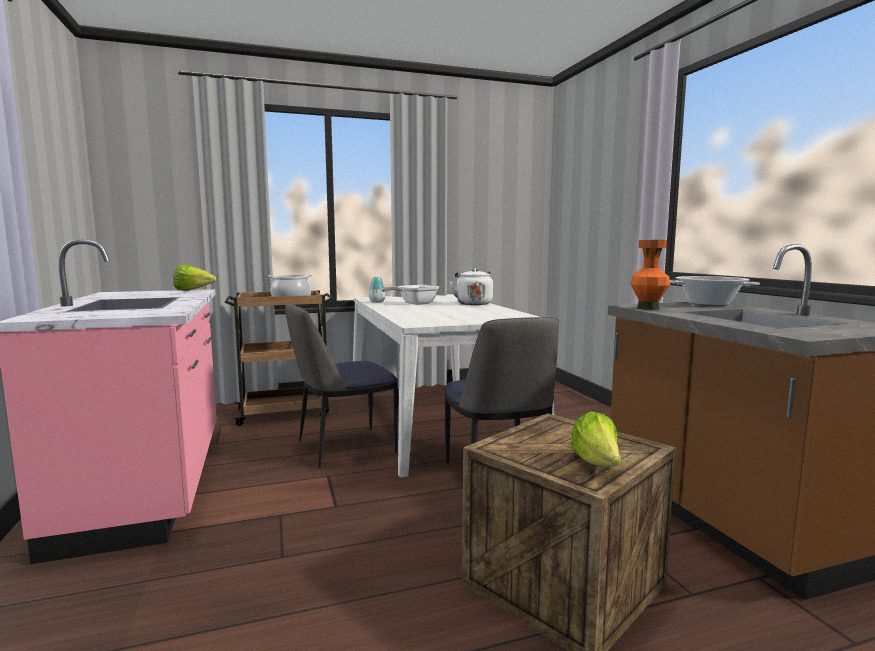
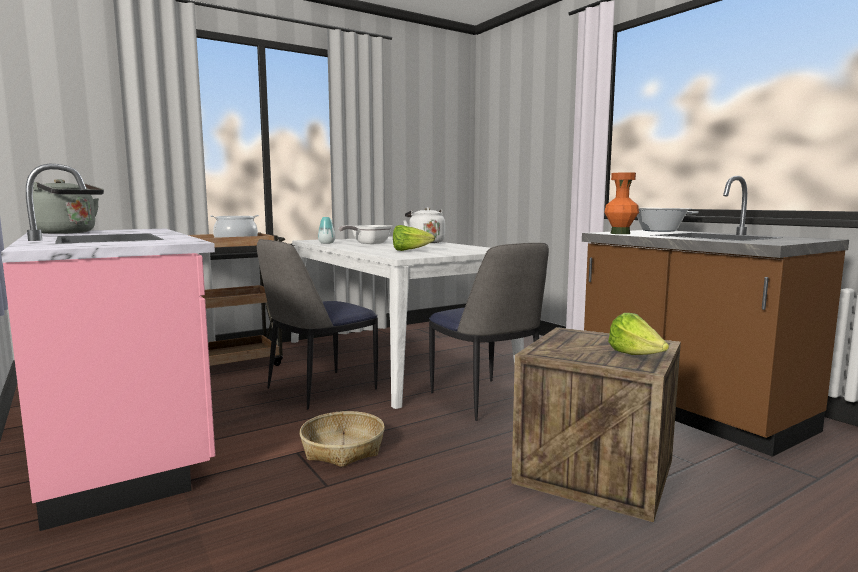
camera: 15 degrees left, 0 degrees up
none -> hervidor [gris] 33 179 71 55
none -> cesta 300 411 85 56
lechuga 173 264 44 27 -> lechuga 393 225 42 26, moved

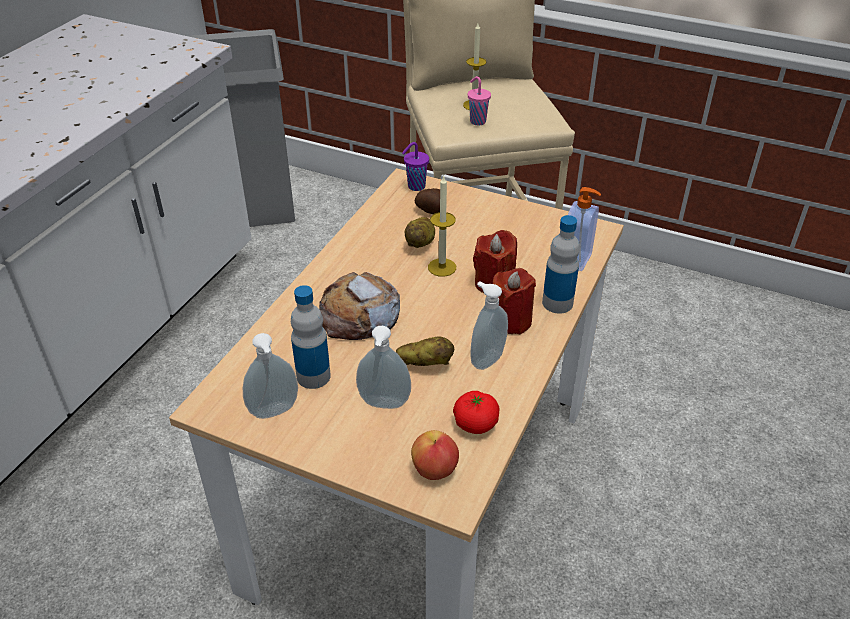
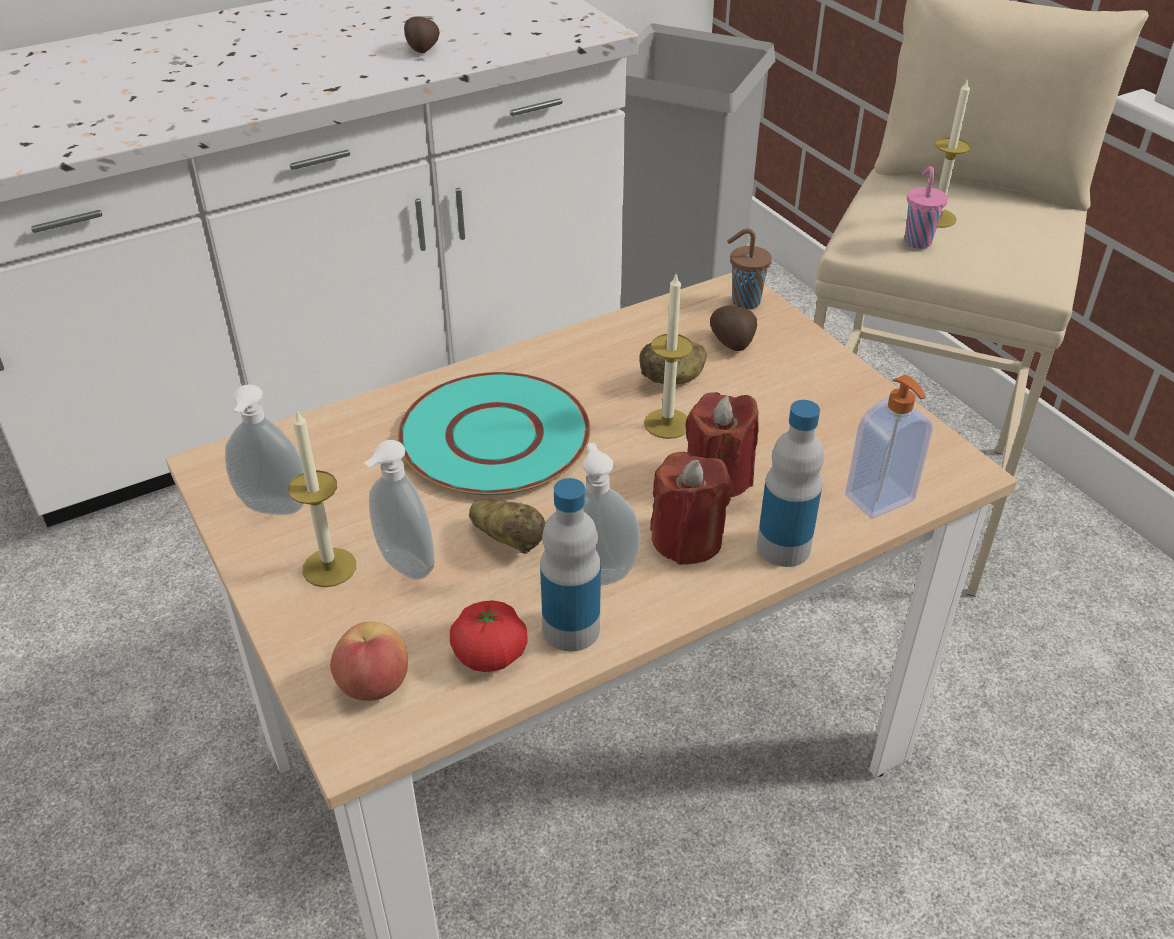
camera: 35 degrees right, 0 degrees up
none -> vela 288 411 68 176
pan 319 272 81 68 -> plato [turquesa] 398 372 192 123
none -> patata 404 16 36 37
botella 291 285 40 104 -> botella 540 478 61 174, moved
taza [morado] 402 142 27 49 -> taza [marrón] 727 229 45 81

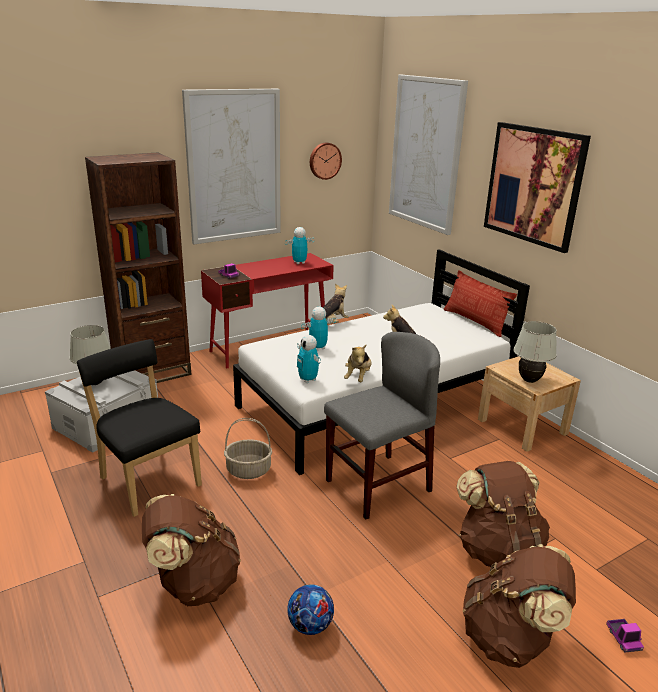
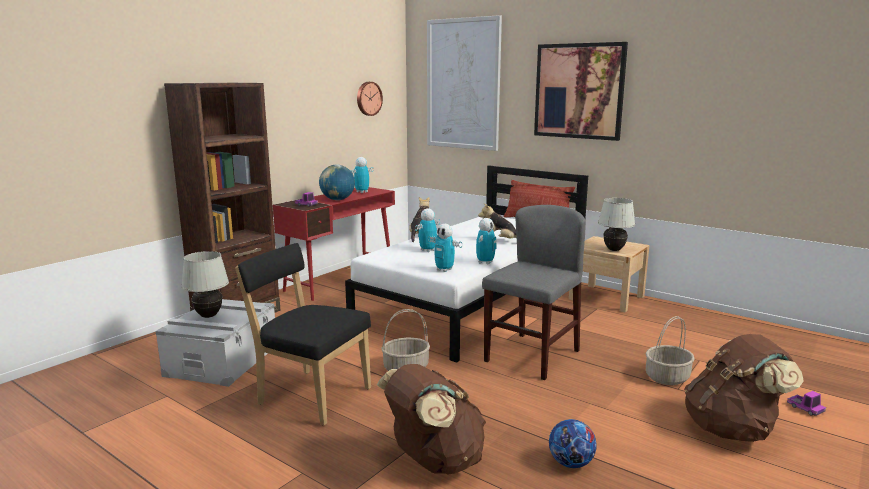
camera: 20 degrees left, 10 degrees down
none -> globo terráqueo 319 165 36 35
peluche 344 344 28 38 -> robot de juguete 476 218 21 47
mochila [marrón] 457 461 93 106 -> cesta 646 316 49 69
cuadro 182 89 99 155 -> none

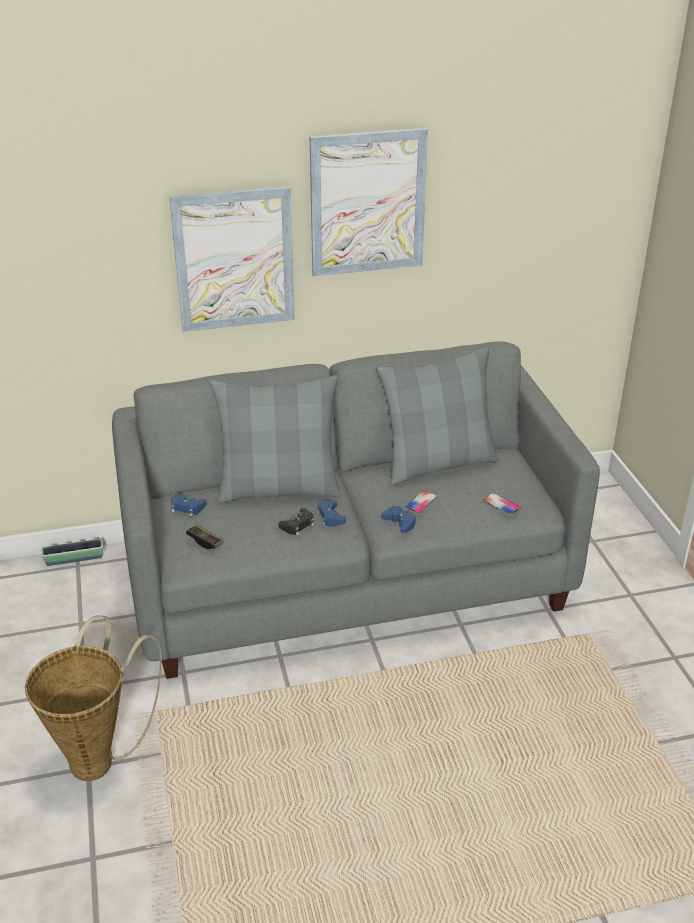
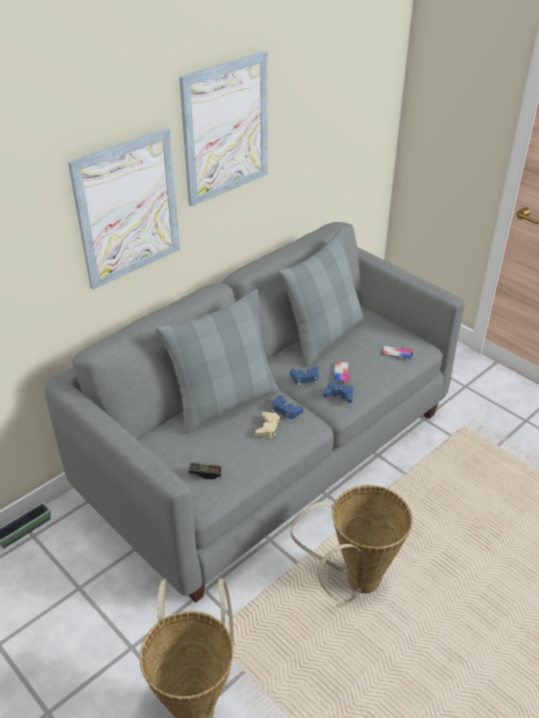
camera: 30 degrees left, 5 degrees up
mando de consola [negro] 279 508 35 28 -> mando de consola [beis] 255 412 25 26
mando de consola [azul] 171 493 35 24 -> mando de consola [azul] 290 367 29 18, moved
none -> cesta 291 485 122 120

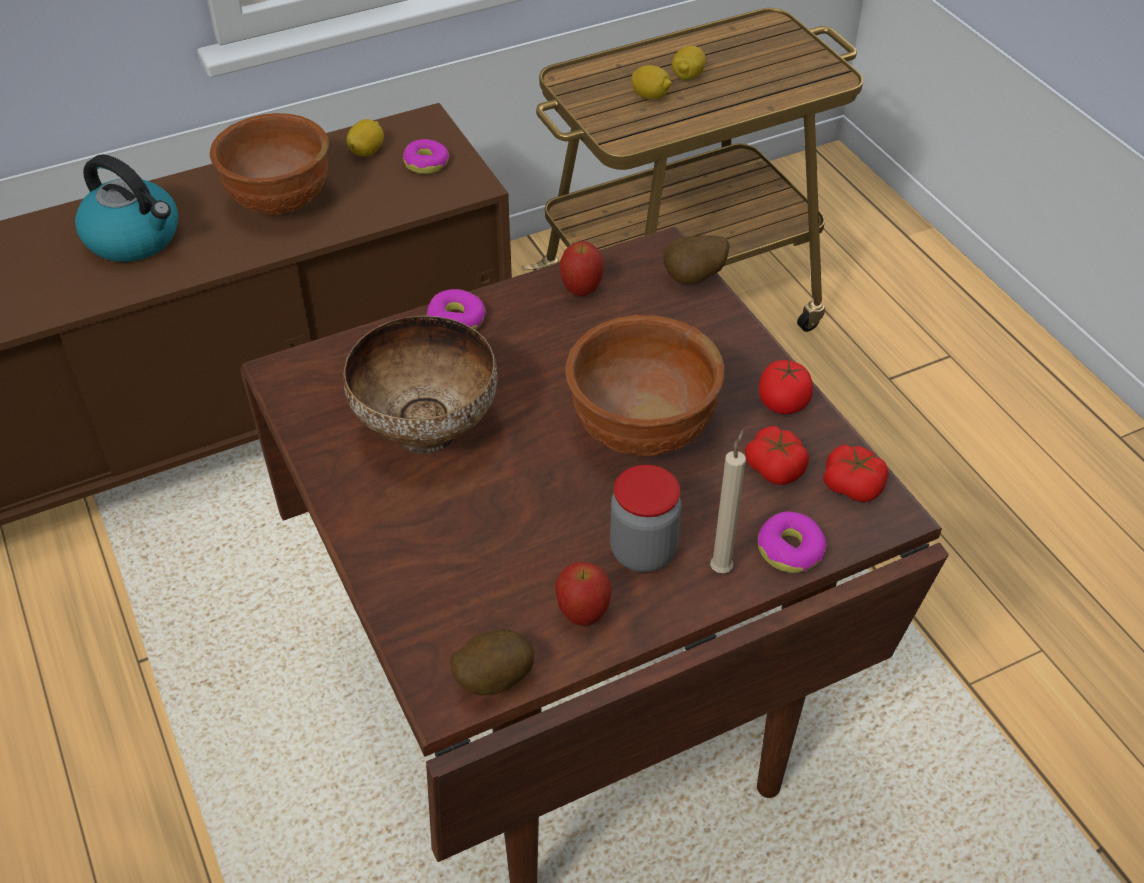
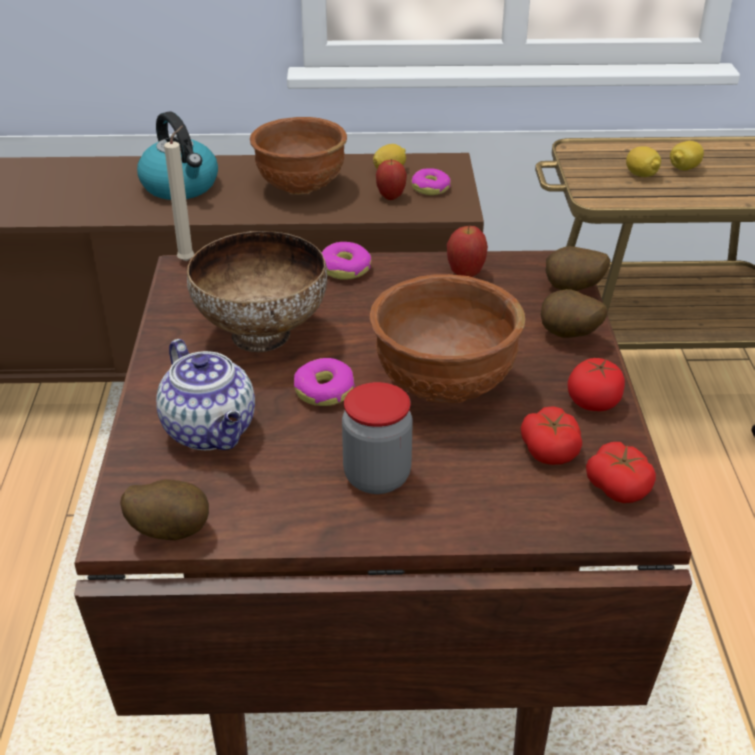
camera: 25 degrees right, 10 degrees down
none -> tetera 156 339 99 111
vela [beis] 710 429 36 144 -> vela [beis] 164 126 30 136, moved
rosquilla 758 511 68 62 -> rosquilla 294 358 61 48, moved
manzana 555 562 57 64 -> manzana 376 159 31 41, moved
none -> patata 541 289 67 49

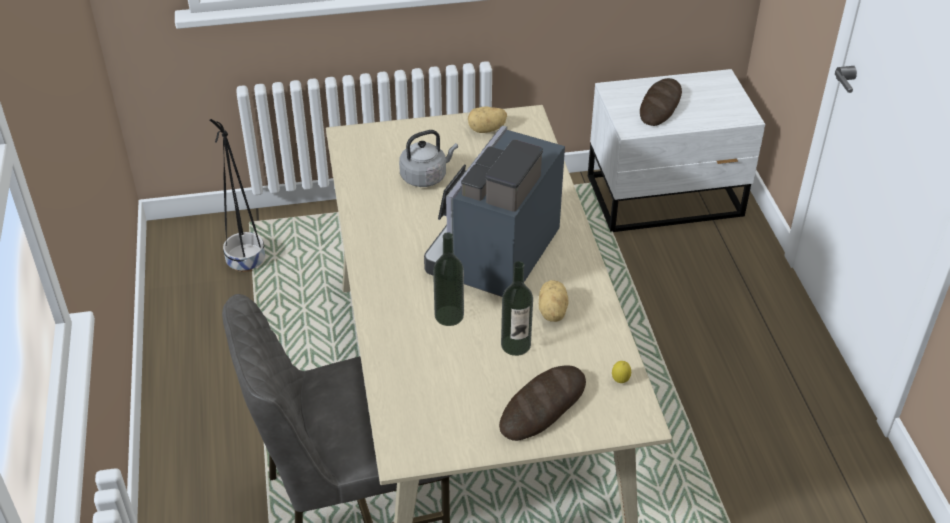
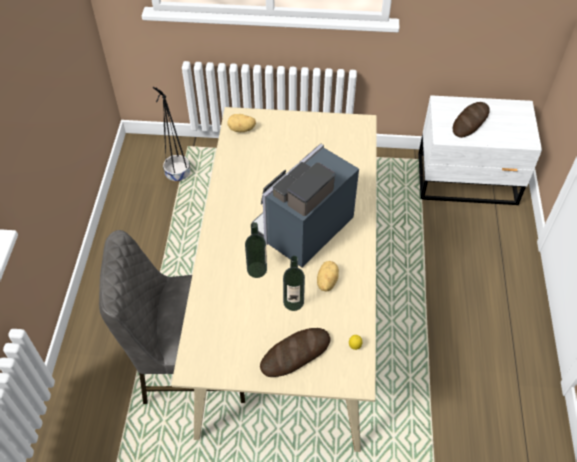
camera: 15 degrees right, 10 degrees up
patata 468 106 39 27 -> patata 227 114 29 18, moved
hervidor [gris] 399 130 59 57 -> none

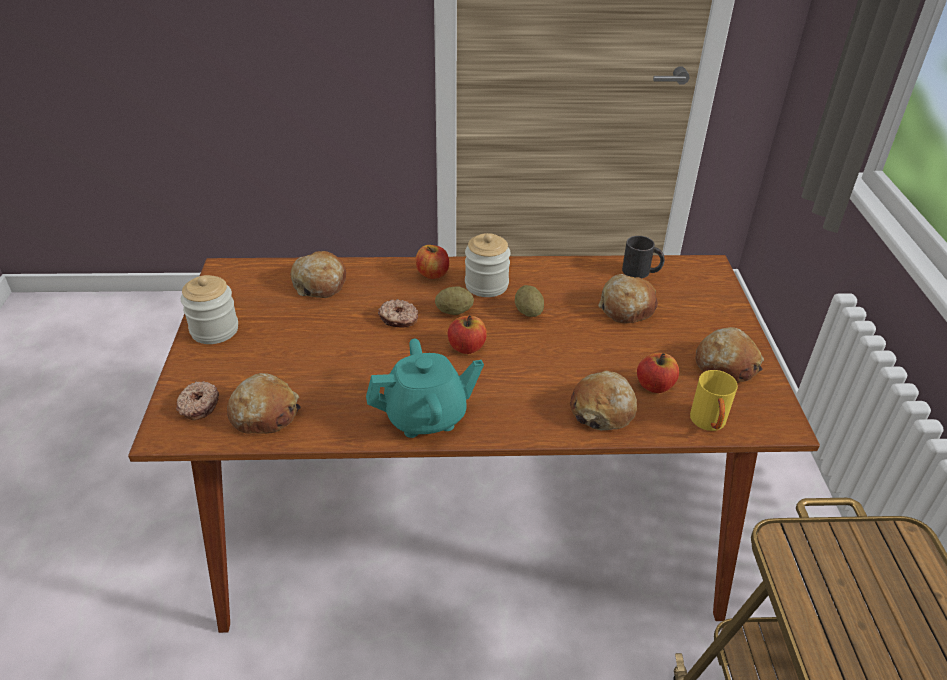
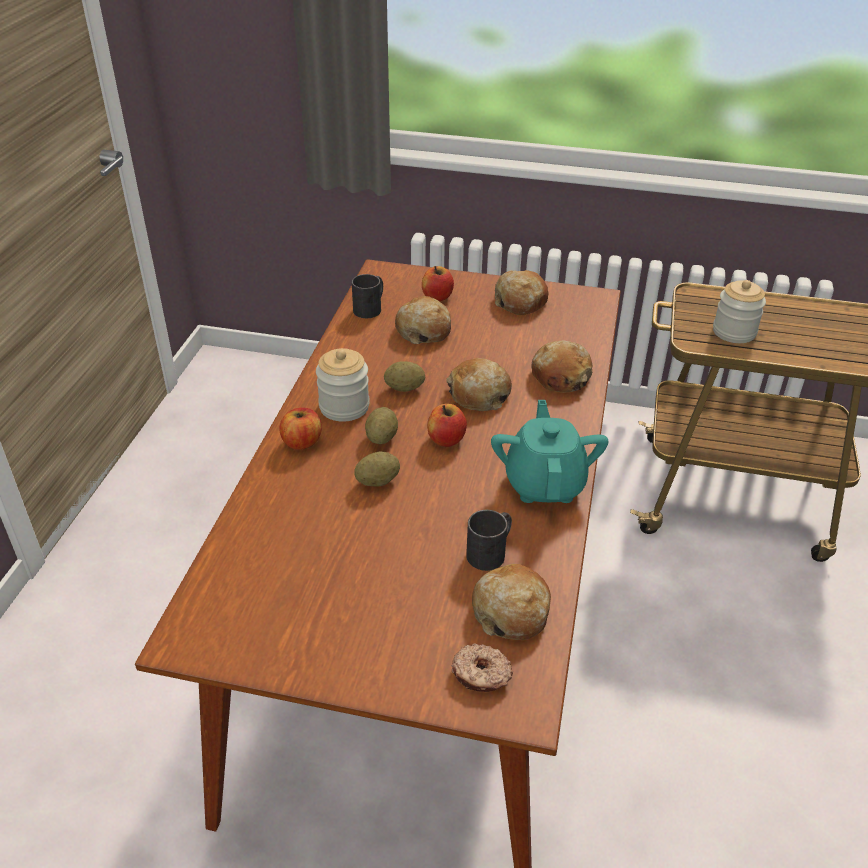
camera: 75 degrees left, 0 degrees up
rosquilla 378 299 40 28 -> patata 354 451 46 35
manzana 637 353 42 40 -> manzana 422 266 32 35, moved
pan 290 251 56 47 -> pan 446 358 66 53, moved
none -> taza grande [negro] 466 510 46 61
tarro 181 275 57 69 -> tarro 713 280 53 63, moved
taza grande [amarillo] 690 370 48 61 -> none

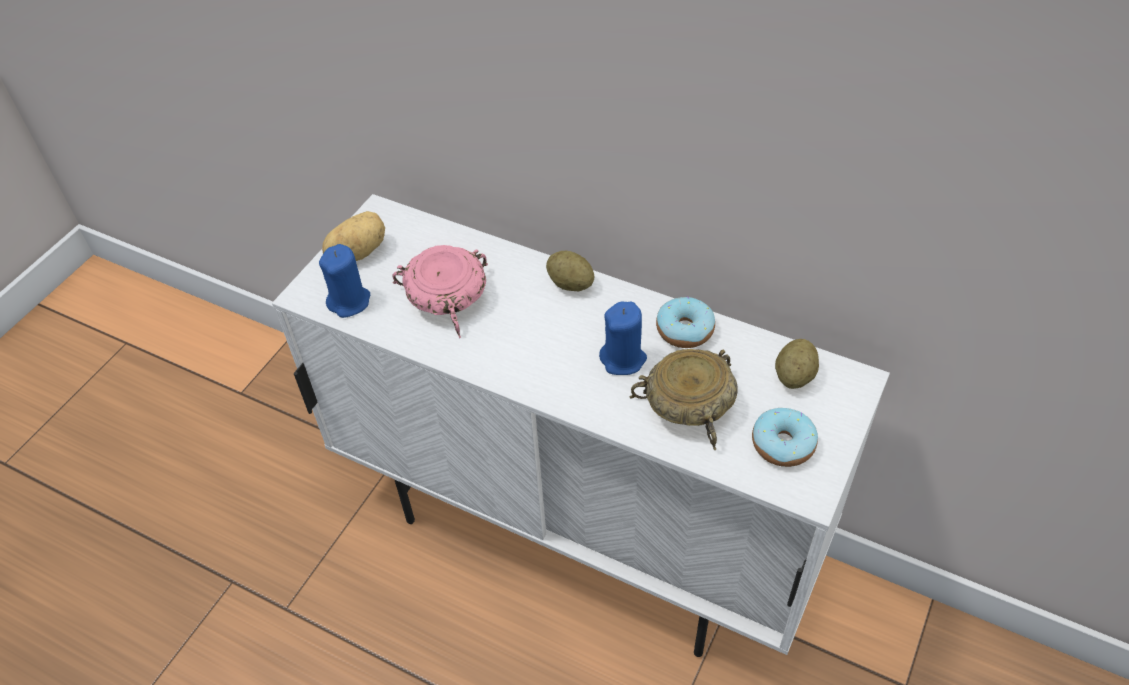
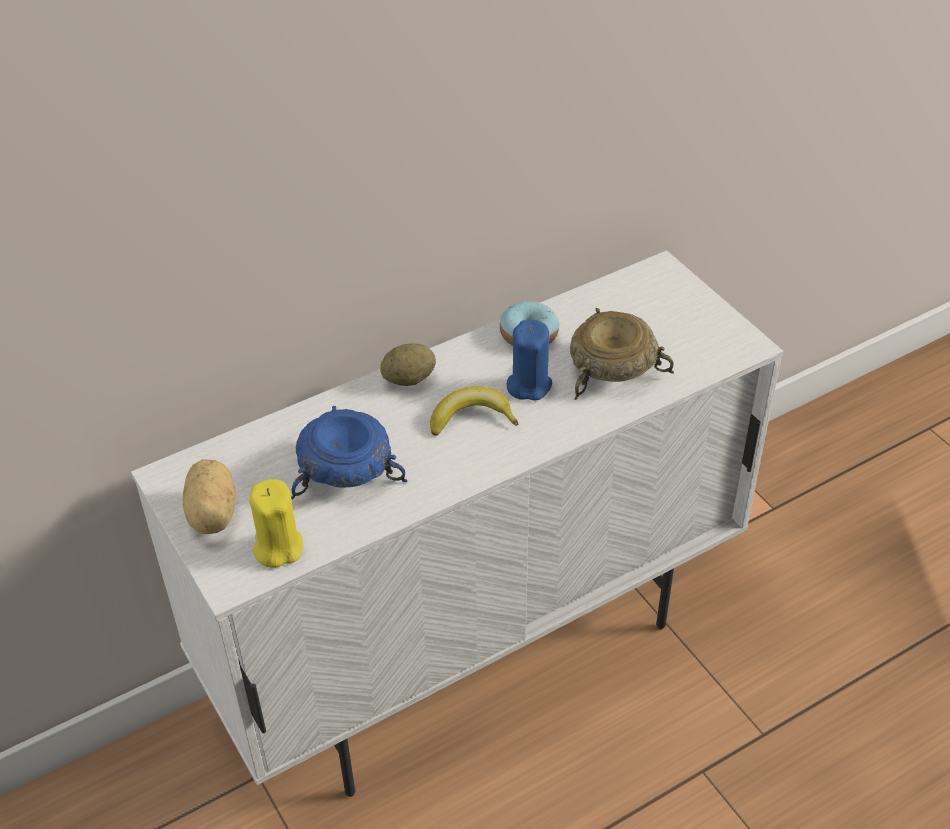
camera: 60 degrees left, 5 degrees down
vela [azul] 319 244 51 74 -> vela [amarillo] 249 479 54 89
cuenco [rosa] 392 245 96 93 -> cuenco [azul] 291 406 117 93
none -> plátano 430 386 88 50
rosquilla 752 408 66 59 -> none
patata 775 339 44 50 -> none

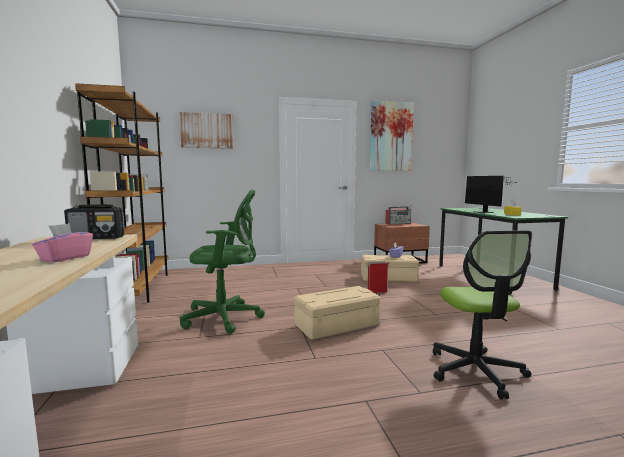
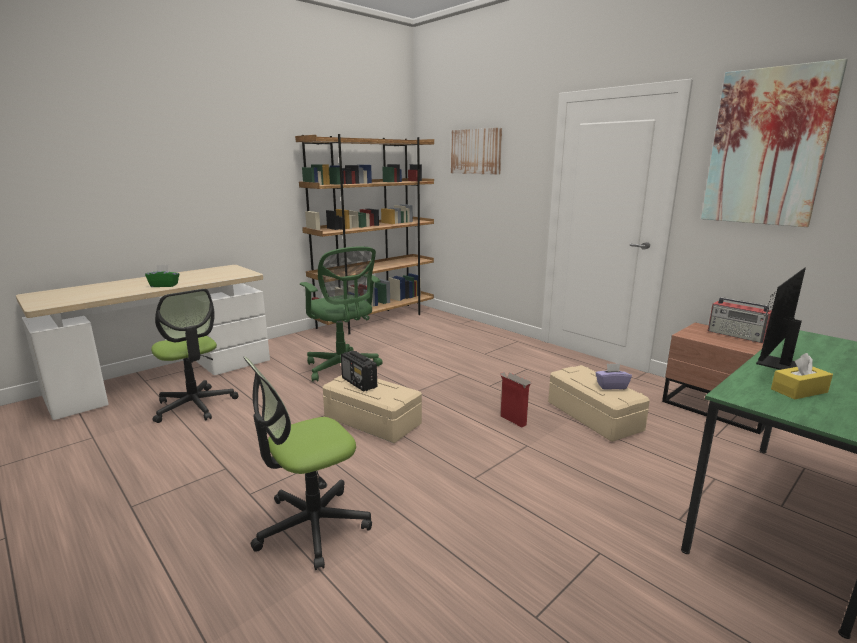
camera: 60 degrees right, 10 degrees up
caja de pañuelos [rosa] 32 223 61 39 -> caja de pañuelos [verde] 145 265 34 22
none -> silla de oficina 151 289 88 134
radio 64 204 60 35 -> radio 341 351 36 40, moved

